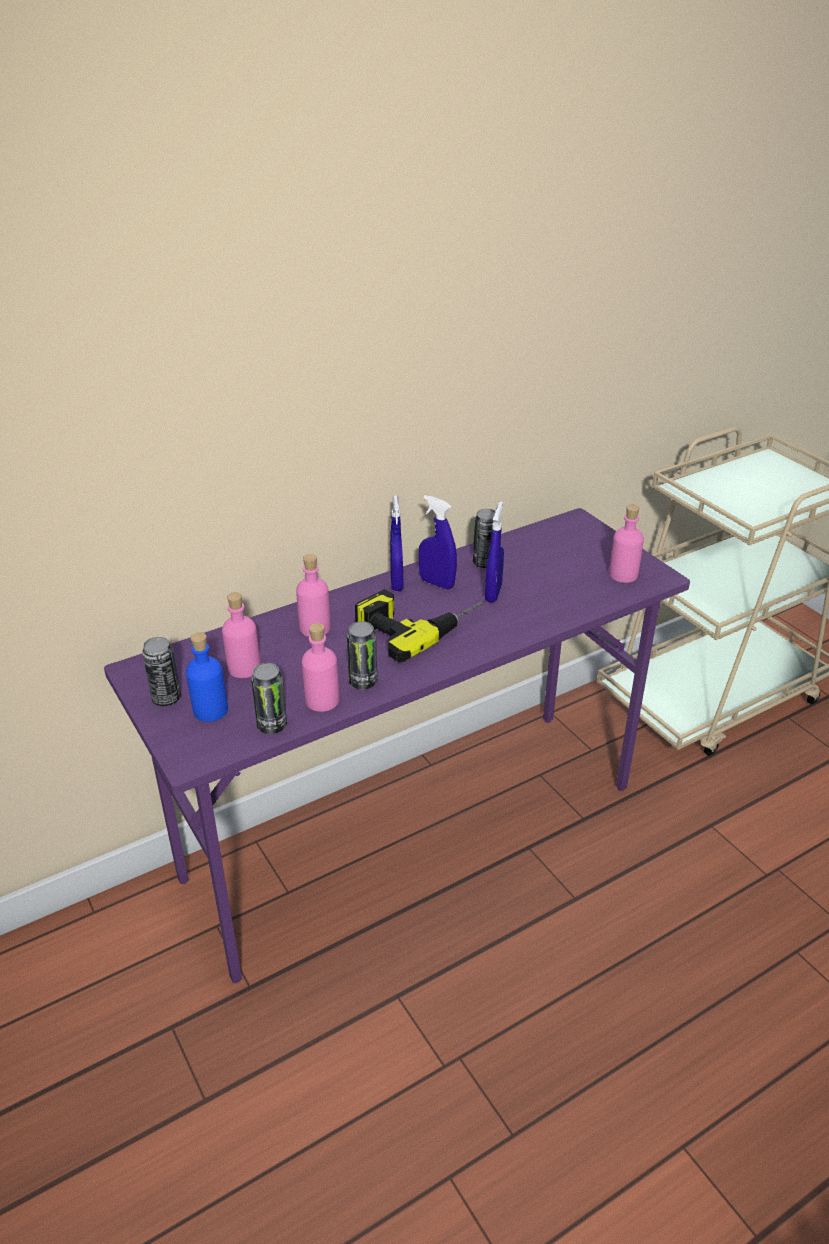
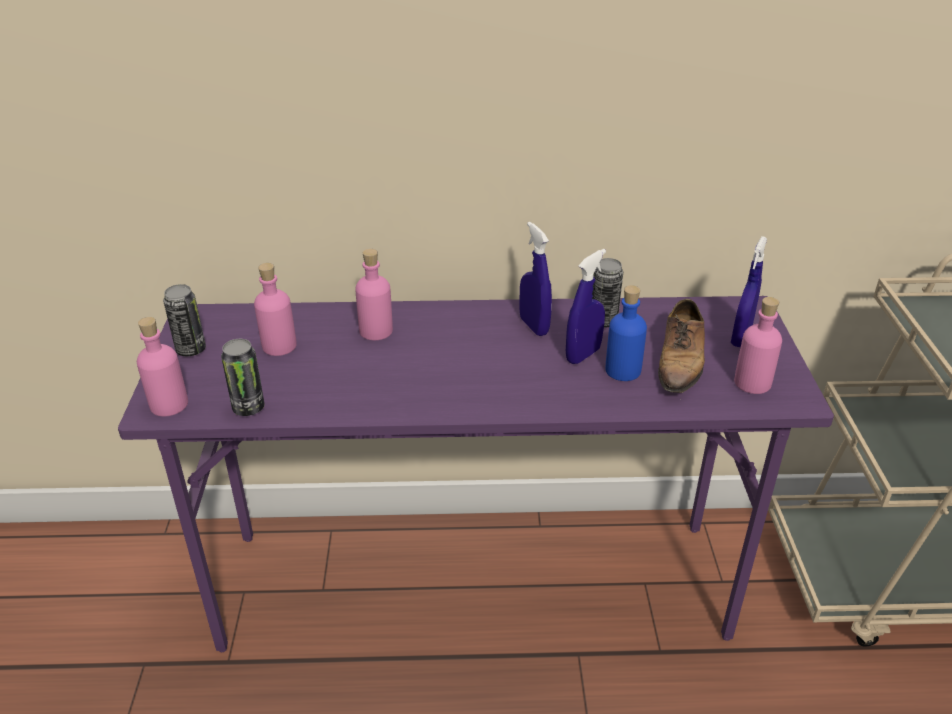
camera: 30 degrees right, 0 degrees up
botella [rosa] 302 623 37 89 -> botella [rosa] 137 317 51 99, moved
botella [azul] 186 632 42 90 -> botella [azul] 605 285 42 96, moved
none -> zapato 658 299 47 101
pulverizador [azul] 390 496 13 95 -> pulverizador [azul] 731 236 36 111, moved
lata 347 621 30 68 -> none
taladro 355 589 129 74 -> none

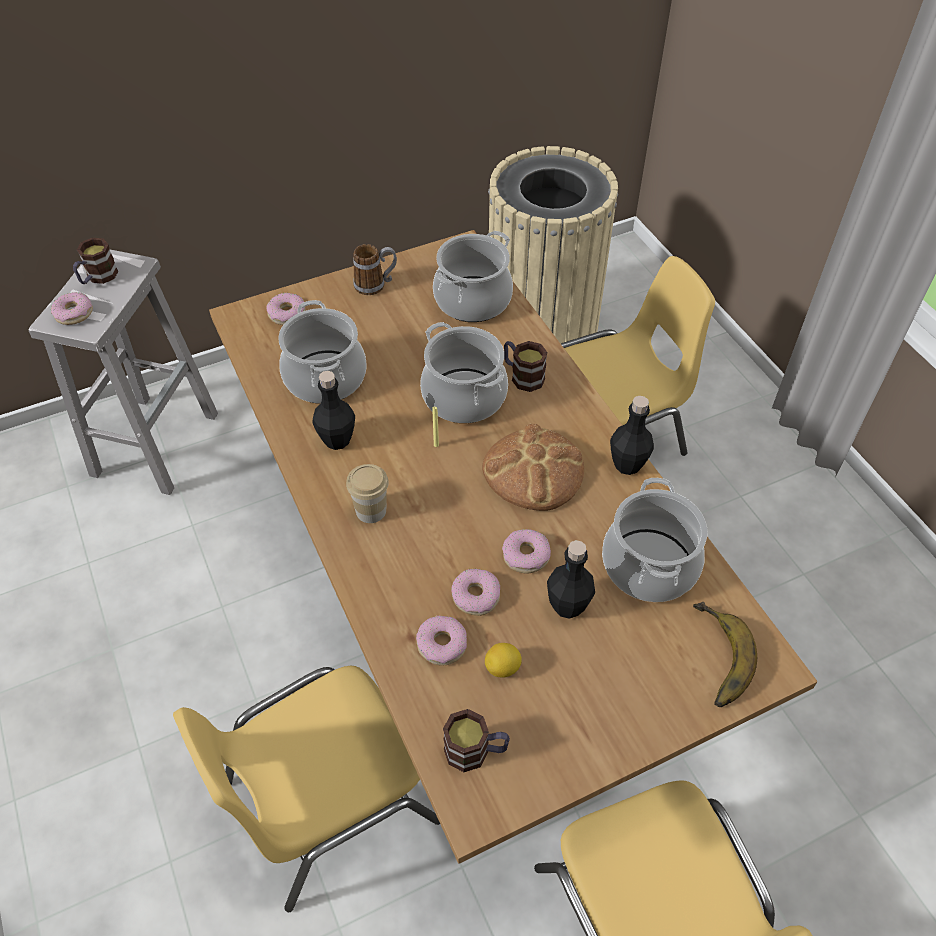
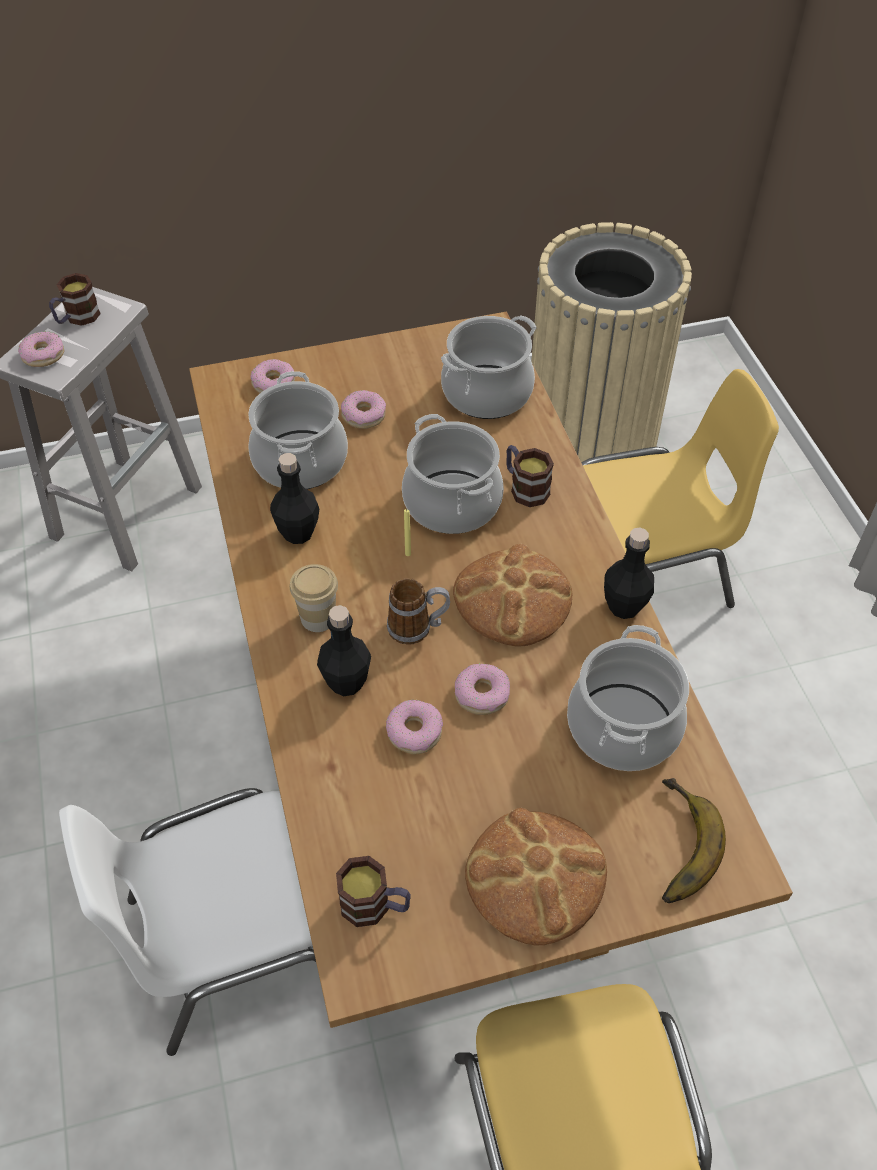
camera: 10 degrees right, 0 degrees up
silla [amarillo] 173 666 267 246 -> silla [blanco] 59 788 257 268
botella [negro] 547 540 48 79 -> botella [negro] 317 605 54 91, moved
rosquilla 416 615 51 50 -> rosquilla 341 390 45 39, moved
taza grande 353 244 44 51 -> taza grande 387 578 63 67, moved
none -> pan 465 808 142 138
limón 485 643 37 35 -> none

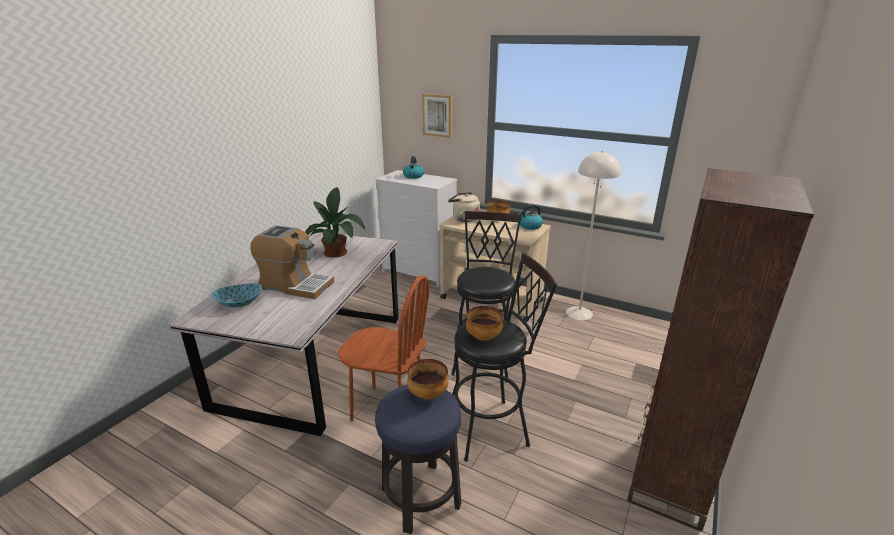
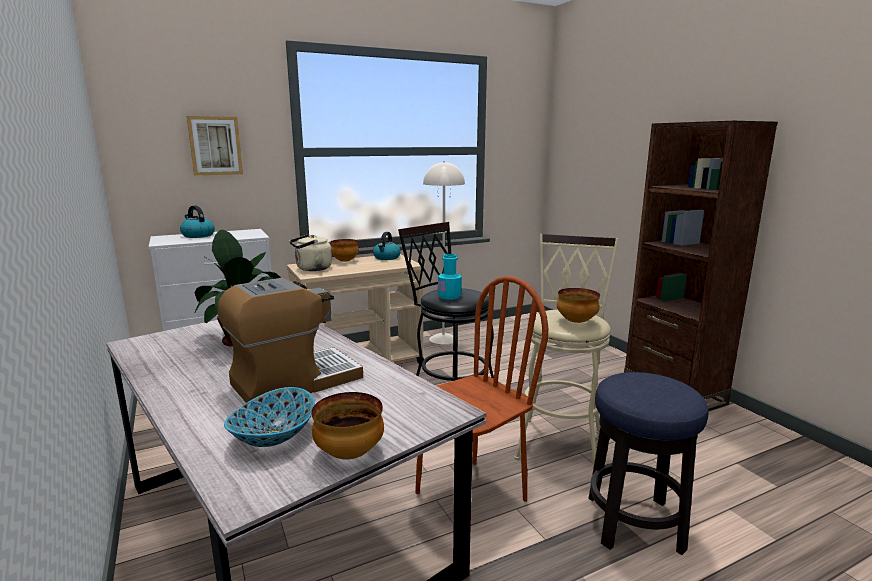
camera: 55 degrees left, 10 degrees down
cuenco 407 359 41 41 -> cuenco 311 392 73 67, moved
none -> botella [turquesa] 438 254 24 45
taburete [negro] 452 253 105 209 -> taburete [beis] 514 234 105 234

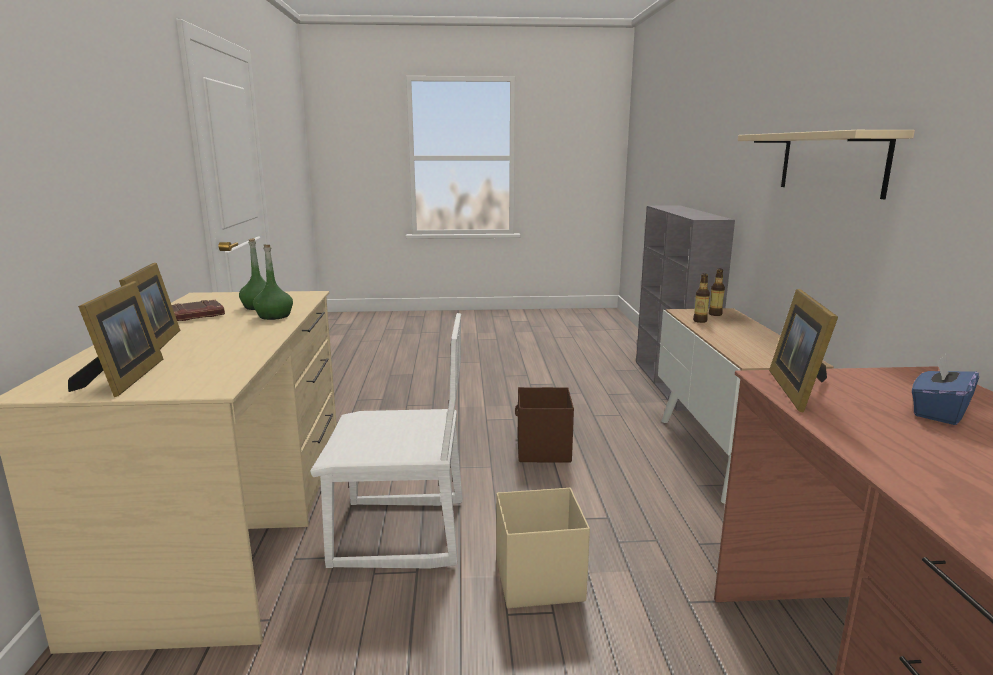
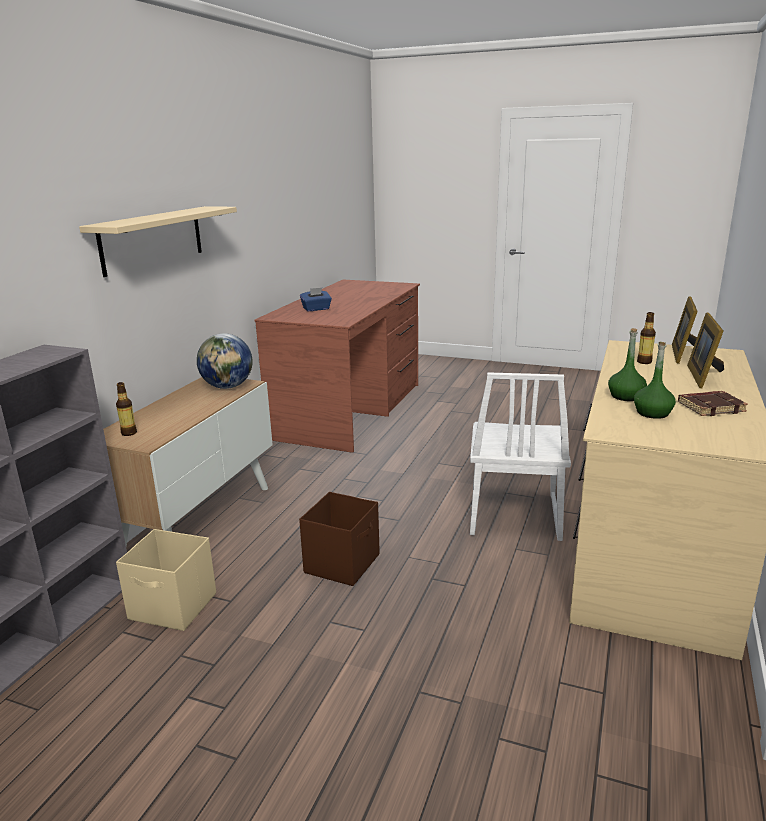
camera: 155 degrees left, 5 degrees up
caja de almacenaje [beis] 497 488 93 120 -> caja de almacenaje [beis] 116 529 100 102, moved
none -> globo terráqueo 197 333 56 56
silla [blanco] 310 313 152 256 -> silla [blanco] 470 372 101 169, 105 degrees counterclockwise
botella 693 274 17 49 -> botella 637 312 19 52, moved
portarretratos 769 289 69 124 -> none

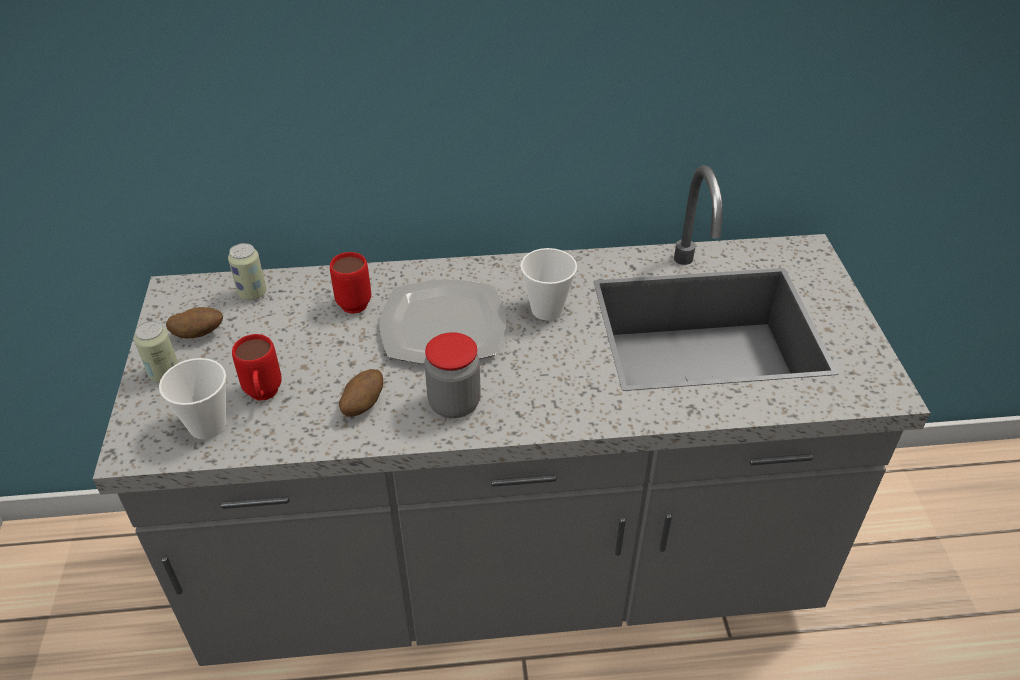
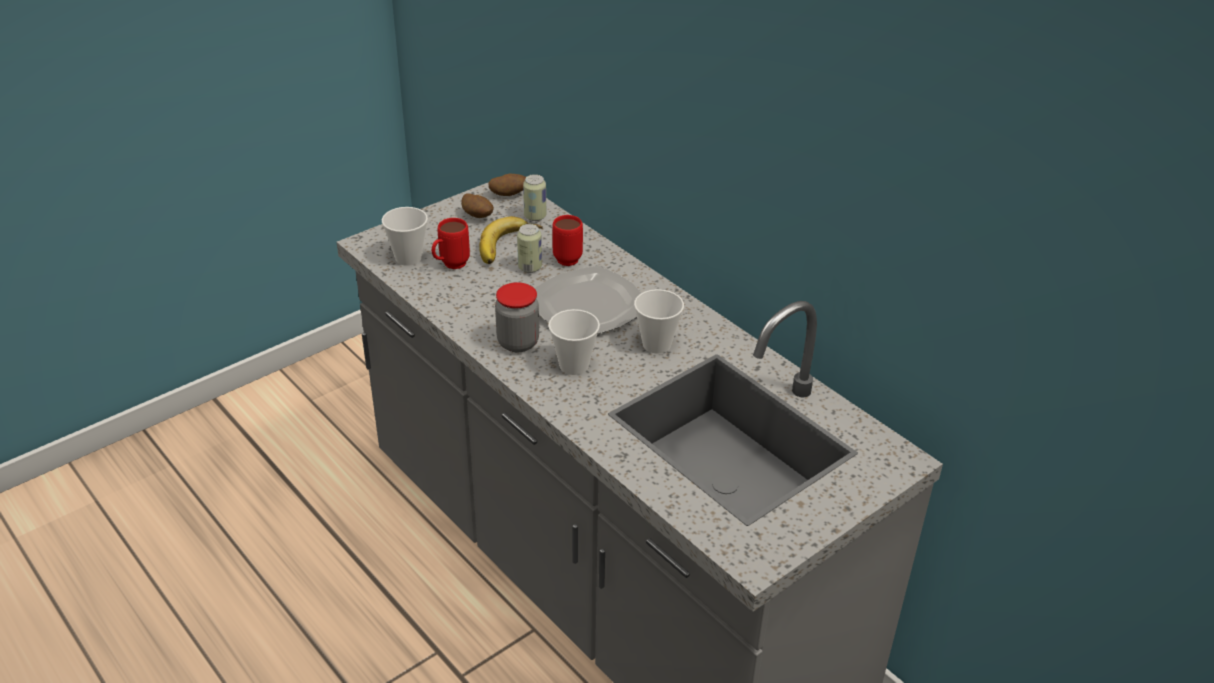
camera: 55 degrees right, 5 degrees down
none -> plátano 479 216 64 48
patata 339 369 44 48 -> patata 489 174 37 22, moved
lata 134 321 44 61 -> lata 517 224 25 49, moved
none -> taza 548 309 52 66

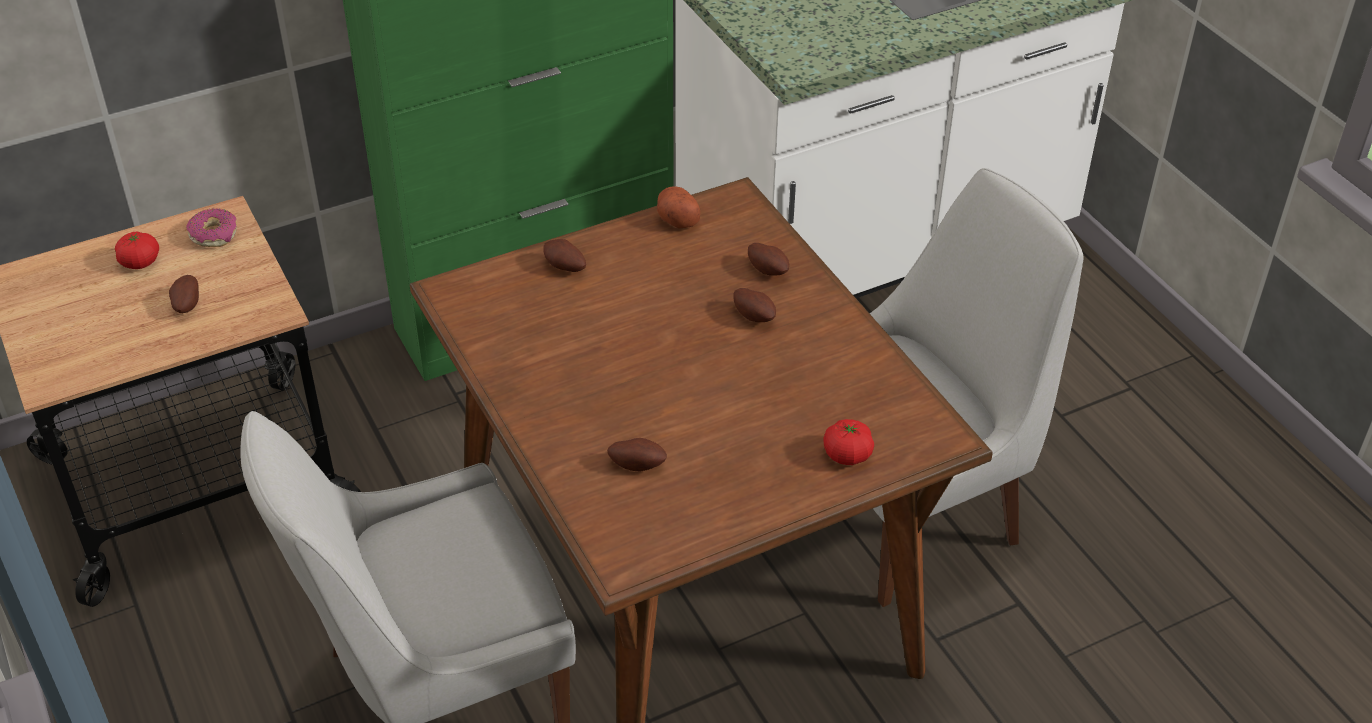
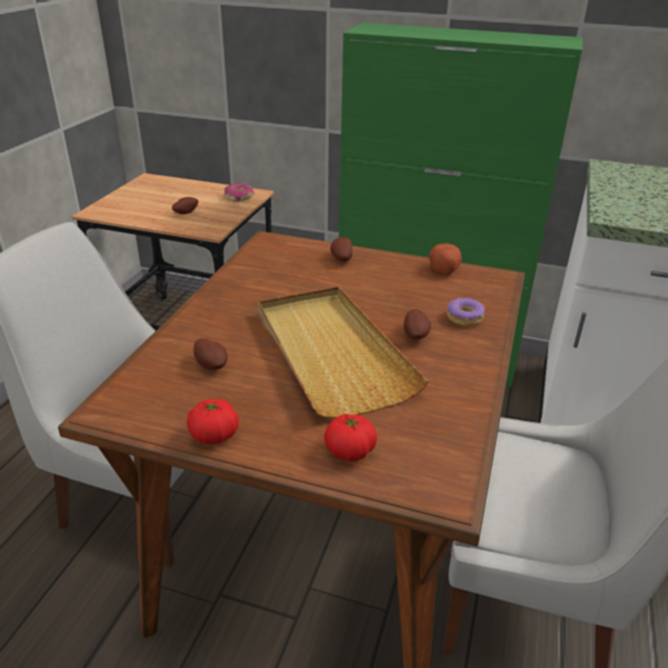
camera: 45 degrees right, 10 degrees down
tomate 115 232 44 37 -> tomate 187 399 52 45, moved
none -> bandeja [beis] 258 286 170 132
patata 748 243 41 33 -> rosquilla 447 298 38 28

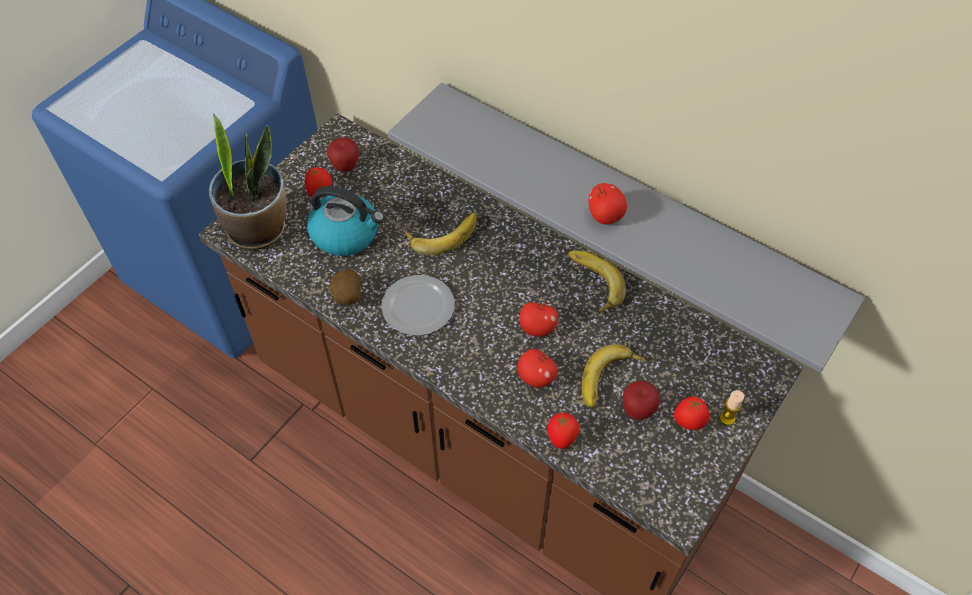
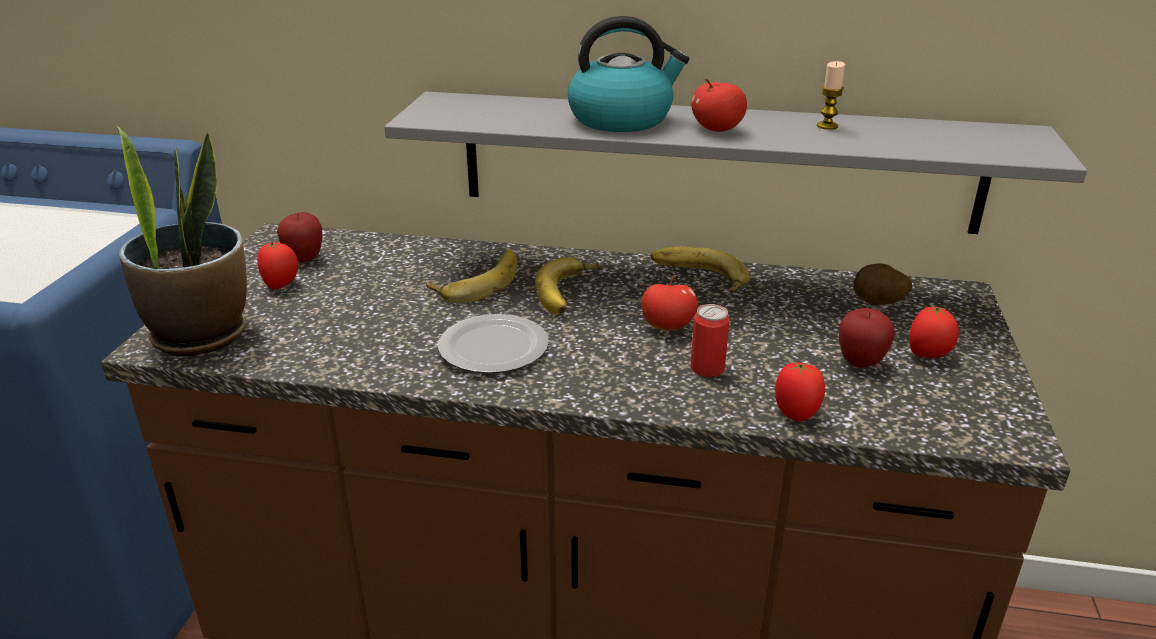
camera: 25 degrees left, 25 degrees down
plátano 582 344 65 65 -> plátano 535 257 70 57, moved
hervidor 307 186 77 70 -> hervidor 568 16 122 116, moved
manzana 517 349 41 39 -> lata 690 304 40 73
vela 720 390 24 35 -> vela 817 61 28 69, moved
patata 330 269 31 36 -> patata 854 263 58 42, moved

